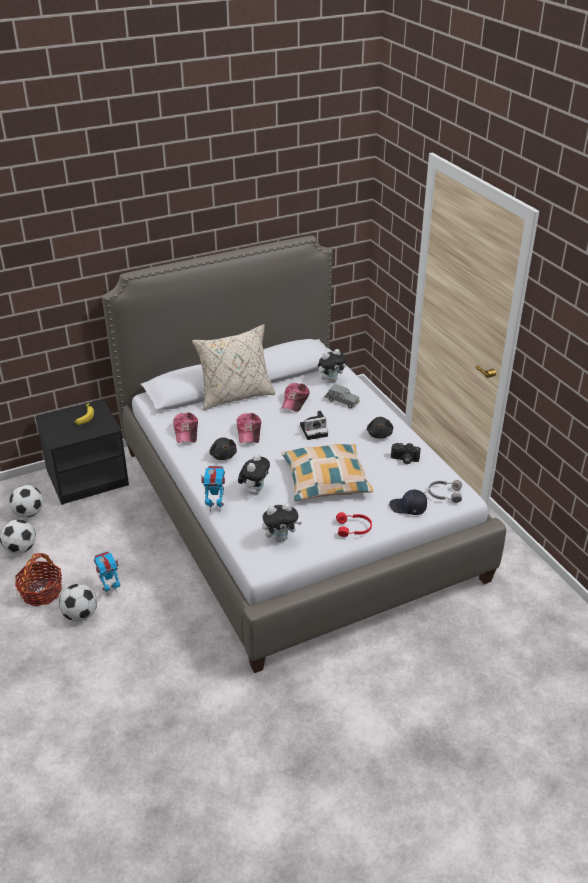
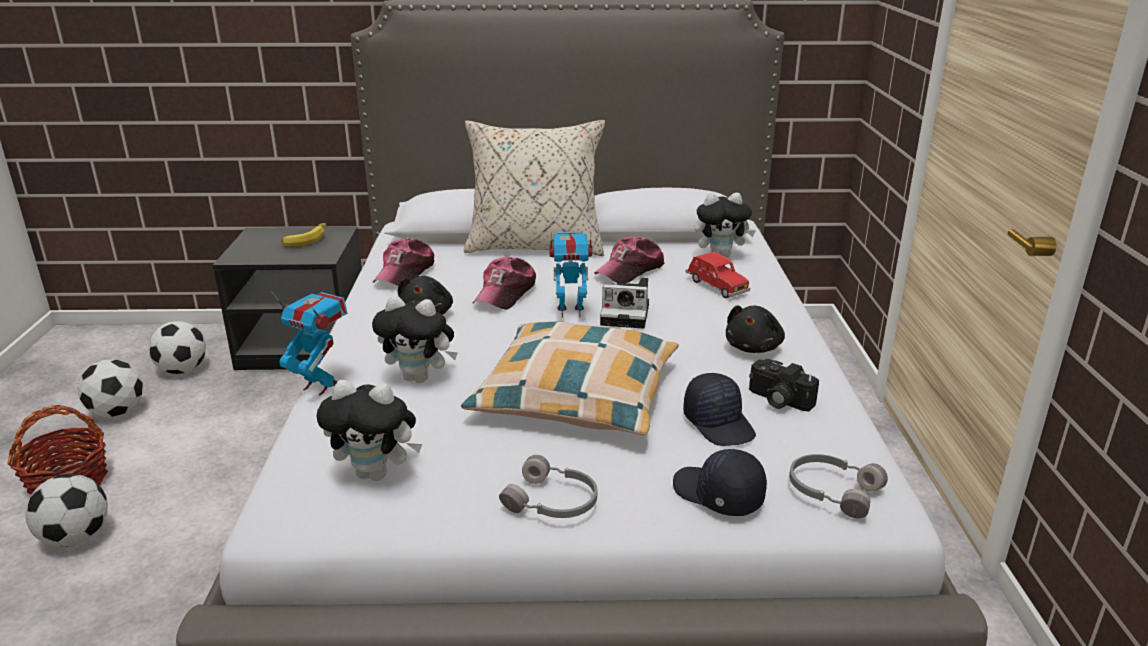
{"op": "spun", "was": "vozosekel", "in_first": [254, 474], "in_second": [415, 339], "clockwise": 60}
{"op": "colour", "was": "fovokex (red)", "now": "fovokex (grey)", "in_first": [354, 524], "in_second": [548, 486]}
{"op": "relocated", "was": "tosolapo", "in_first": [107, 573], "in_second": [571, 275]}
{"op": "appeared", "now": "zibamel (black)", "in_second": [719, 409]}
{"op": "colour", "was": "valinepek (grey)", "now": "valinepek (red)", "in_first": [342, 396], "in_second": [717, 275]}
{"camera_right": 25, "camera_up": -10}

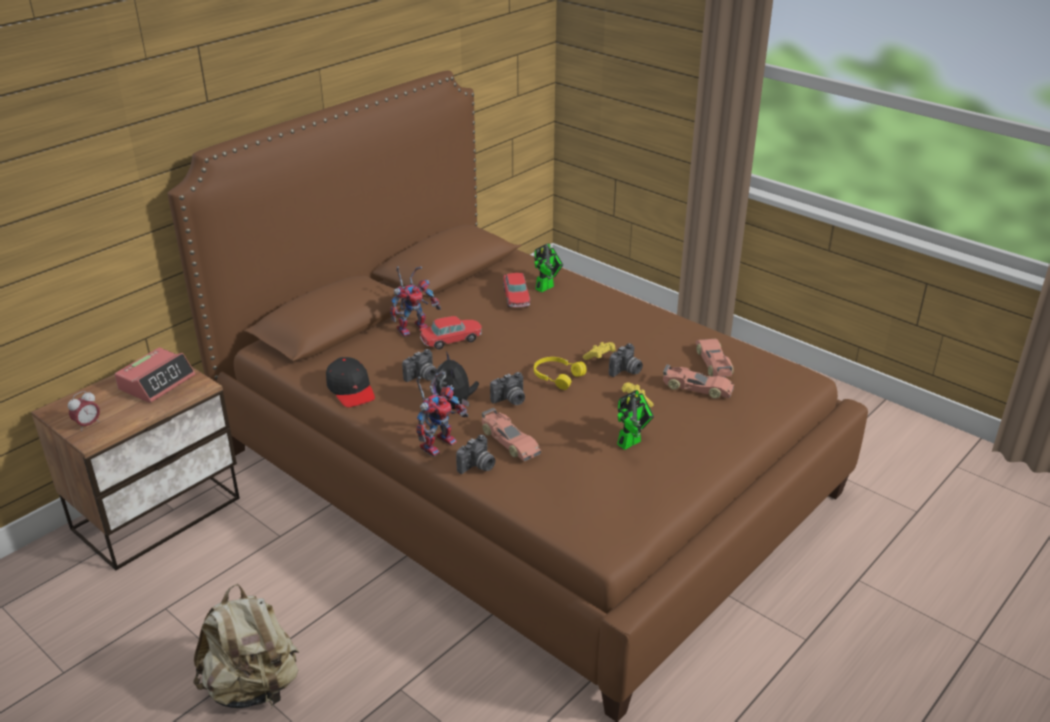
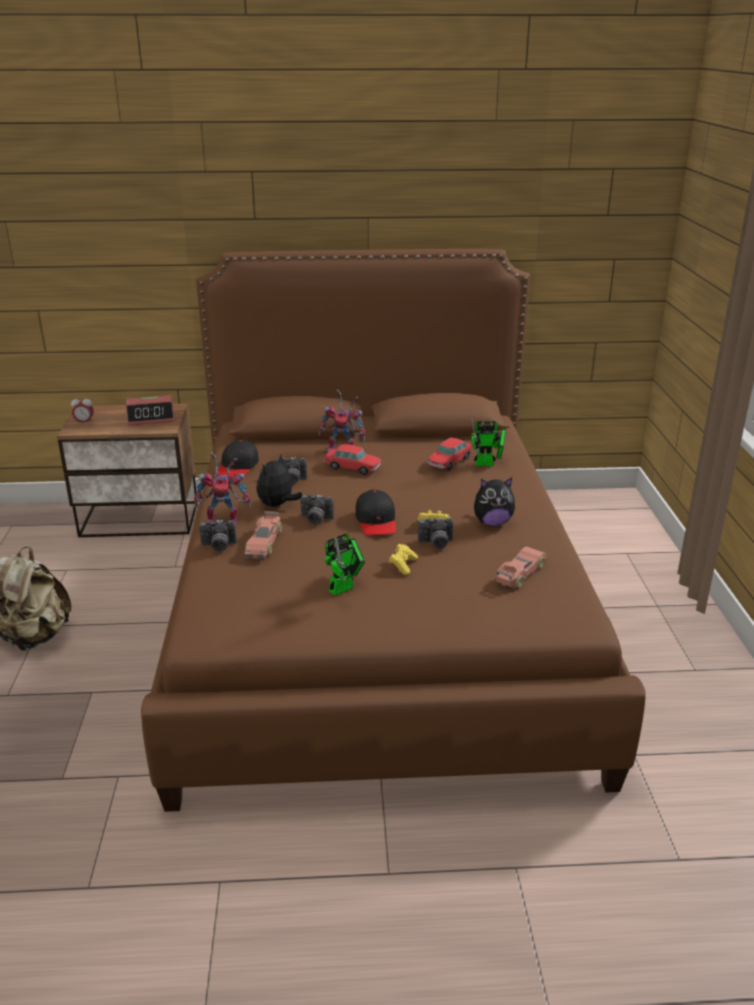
{"op": "spun", "was": "tosolapo", "in_first": [635, 420], "in_second": [345, 565], "clockwise": -45}
{"op": "exchanged", "was": "fovokex (yellow)", "now": "zibamel (black)", "in_first": [560, 373], "in_second": [375, 513]}
{"op": "appeared", "now": "vozosekel", "in_second": [494, 502]}
{"op": "missing", "was": "valinepek", "in_first": [698, 381]}
{"camera_right": 45, "camera_up": -5}

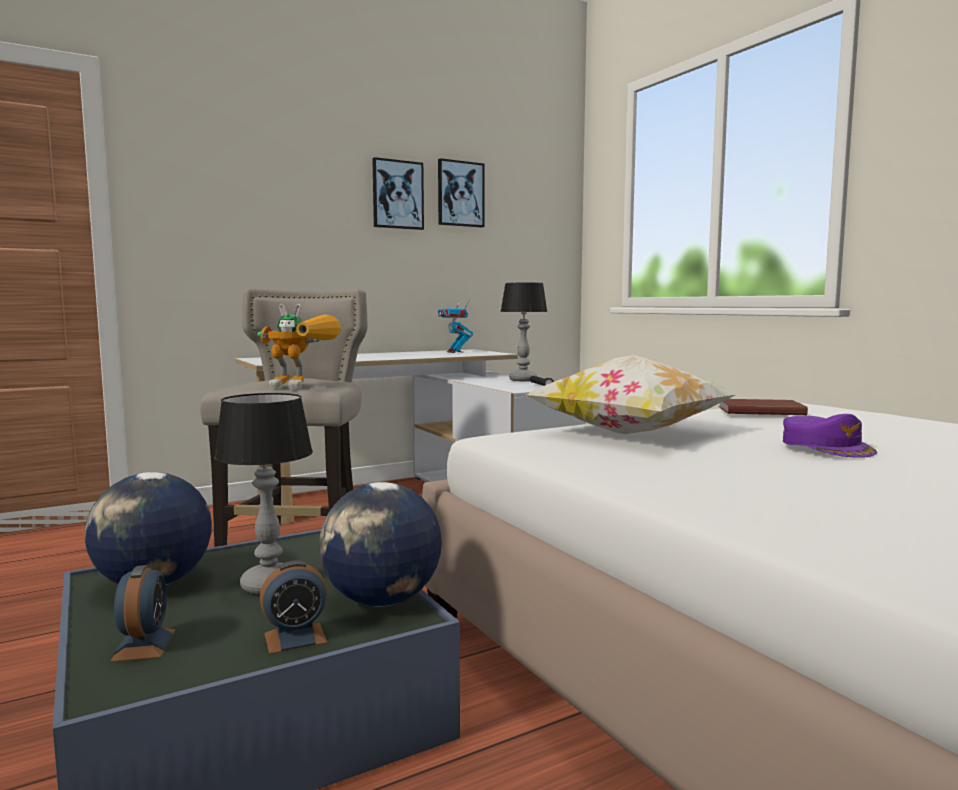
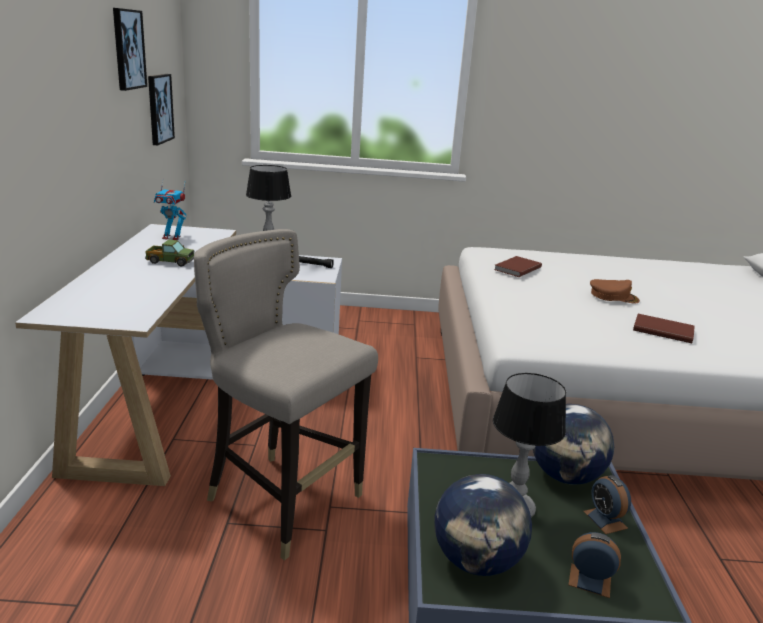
{"op": "appeared", "now": "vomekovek", "in_second": [169, 253]}
{"op": "relocated", "was": "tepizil", "in_first": [398, 193], "in_second": [161, 109]}
{"op": "spun", "was": "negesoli", "in_first": [294, 607], "in_second": [607, 504], "clockwise": 150}
{"op": "colour", "was": "zibamel (purple)", "now": "zibamel (brown)", "in_first": [830, 436], "in_second": [615, 291]}
{"op": "appeared", "now": "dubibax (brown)", "in_second": [664, 328]}
{"op": "missing", "was": "tosolapo", "in_first": [300, 346]}
{"op": "missing", "was": "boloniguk", "in_first": [632, 394]}
{"camera_right": -60, "camera_up": 15}

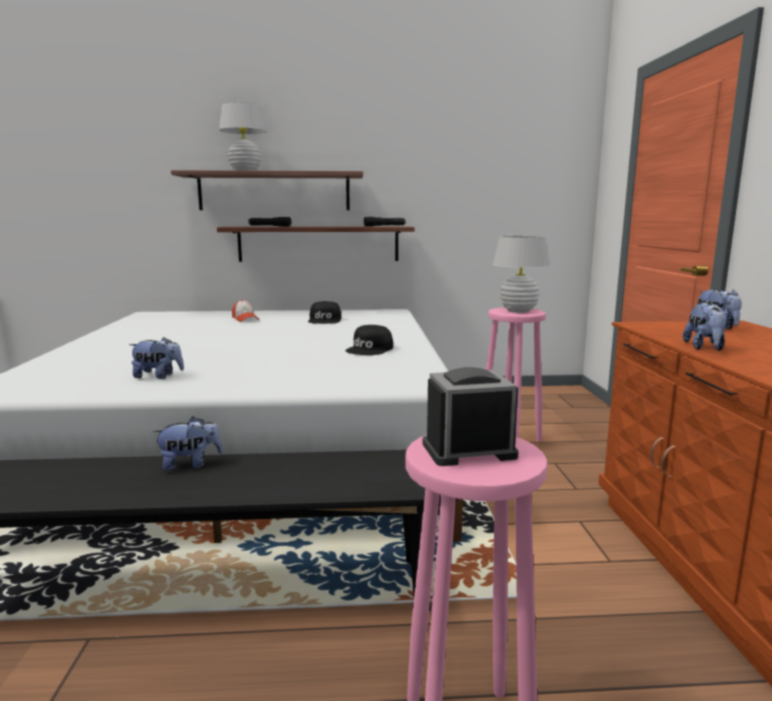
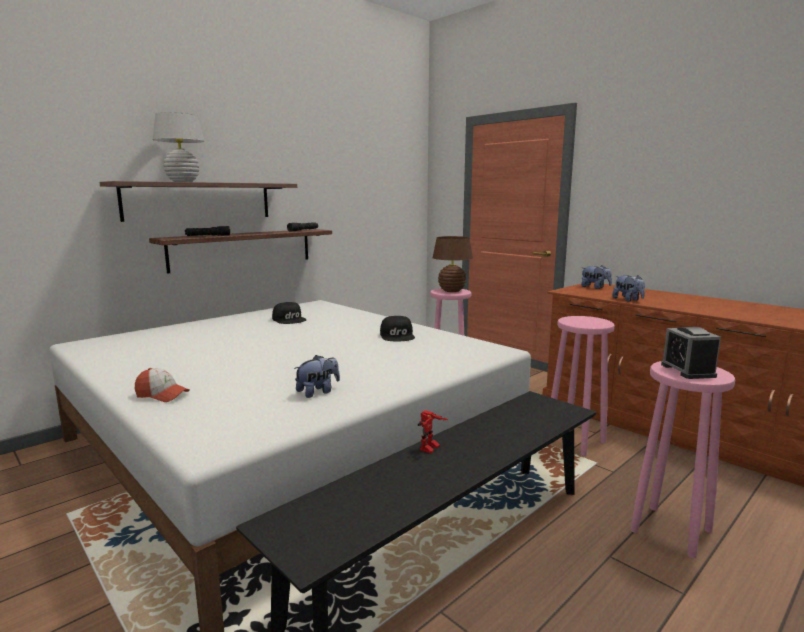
{"op": "relocated", "was": "zibamel", "in_first": [245, 311], "in_second": [162, 385]}
{"op": "exchanged", "was": "vozosekel", "now": "tosolapo", "in_first": [187, 443], "in_second": [433, 431]}
{"op": "colour", "was": "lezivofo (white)", "now": "lezivofo (brown)", "in_first": [521, 274], "in_second": [452, 264]}
{"op": "appeared", "now": "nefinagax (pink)", "in_second": [583, 386]}
{"op": "spun", "was": "negesoli", "in_first": [471, 416], "in_second": [691, 353], "clockwise": -45}
{"camera_right": -40, "camera_up": 0}

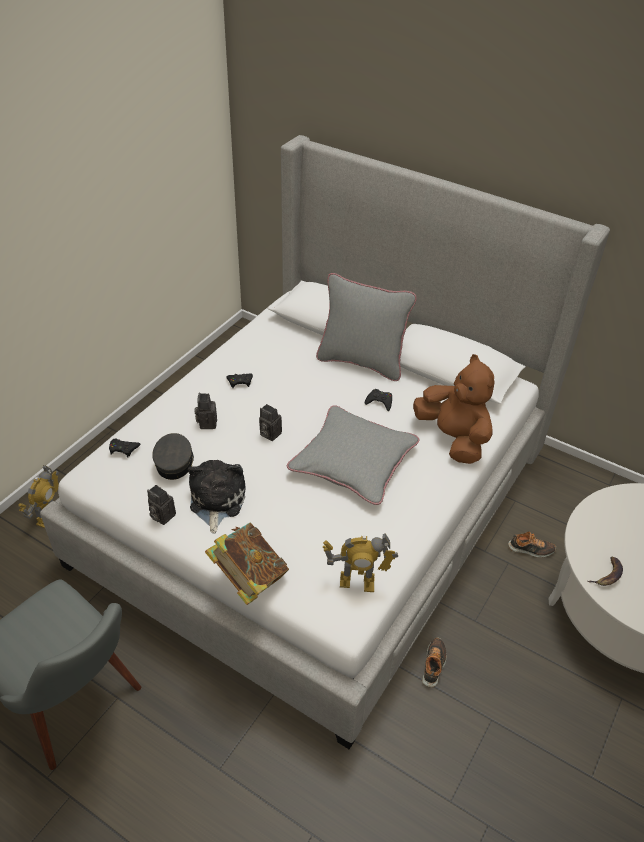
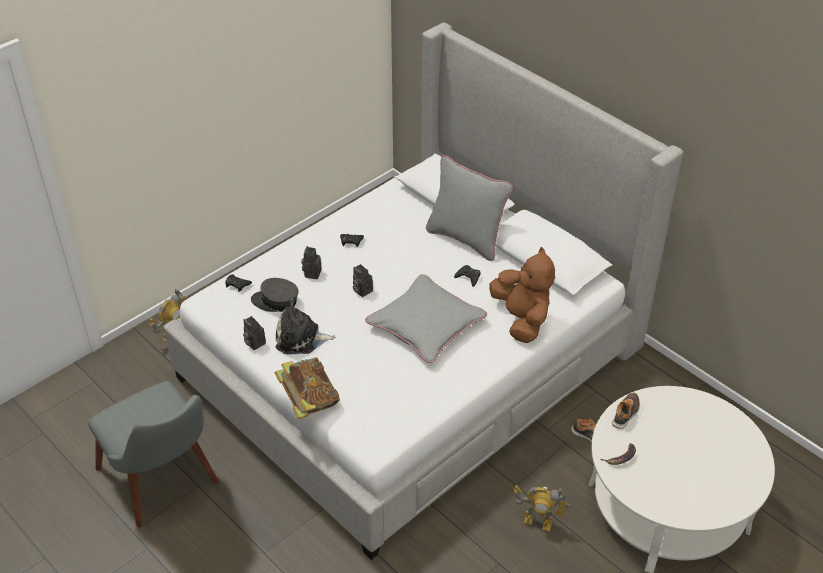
{"op": "spun", "was": "zibamel (grey)", "in_first": [173, 456], "in_second": [275, 295], "clockwise": -90}
{"op": "spun", "was": "vozosekel", "in_first": [216, 497], "in_second": [305, 326], "clockwise": -105}
{"op": "relocated", "was": "tosolapo", "in_first": [360, 562], "in_second": [542, 508]}
{"op": "relocated", "was": "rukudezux", "in_first": [434, 662], "in_second": [626, 410]}
{"camera_right": 15, "camera_up": 0}

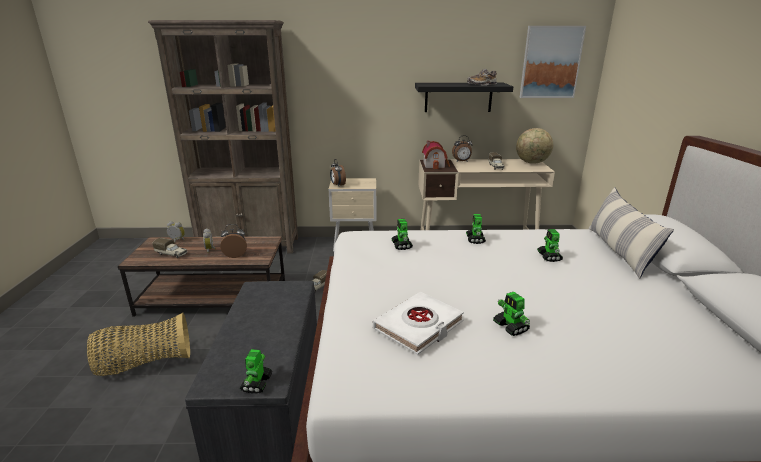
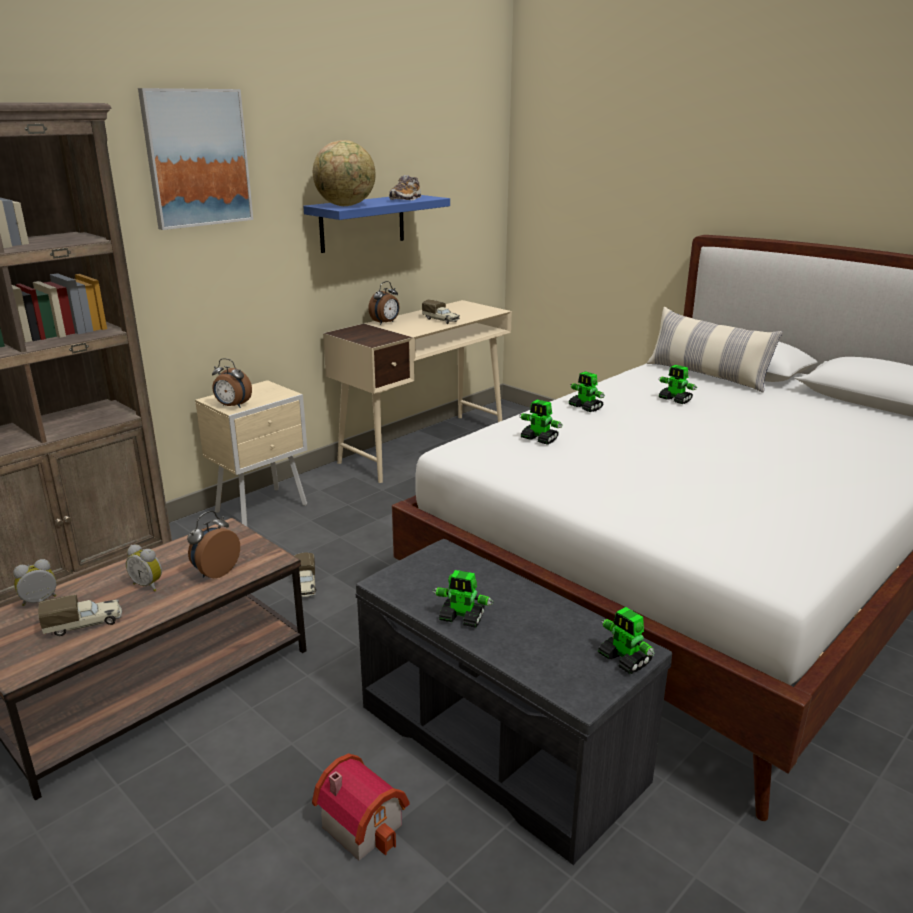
{"op": "relocated", "was": "tepizil", "in_first": [553, 62], "in_second": [195, 159]}
{"op": "colour", "was": "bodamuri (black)", "now": "bodamuri (blue)", "in_first": [464, 97], "in_second": [376, 224]}
{"op": "relocated", "was": "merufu", "in_first": [436, 155], "in_second": [361, 806]}
{"op": "relocated", "was": "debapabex", "in_first": [534, 146], "in_second": [344, 173]}
{"op": "relocated", "was": "tosolapo", "in_first": [511, 314], "in_second": [463, 599]}
{"op": "missing", "was": "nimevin", "in_first": [138, 344]}
{"op": "missing", "was": "dubibax (white)", "in_first": [418, 323]}
{"camera_right": -45, "camera_up": 0}

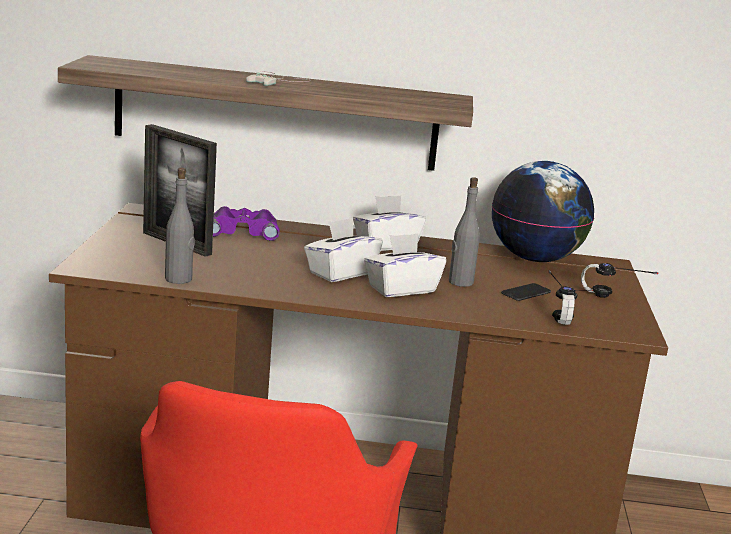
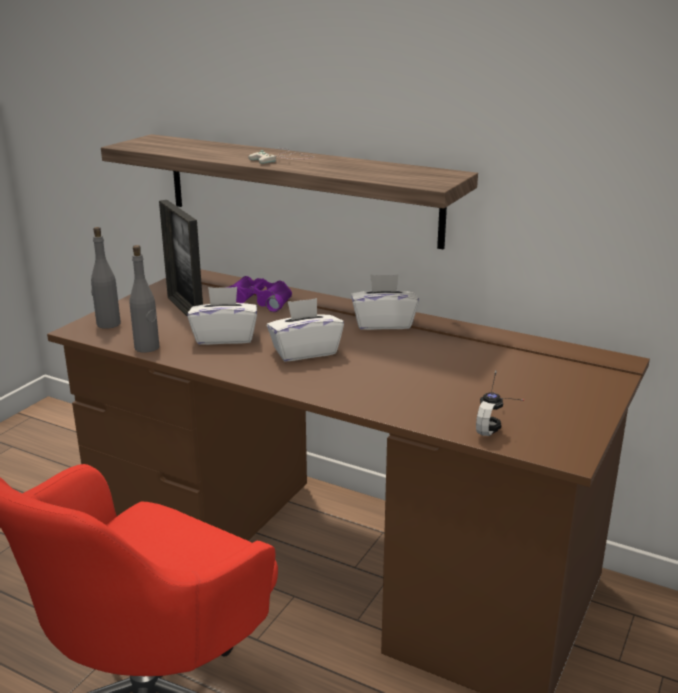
{"op": "relocated", "was": "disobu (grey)", "in_first": [464, 232], "in_second": [106, 278]}
{"op": "relocated", "was": "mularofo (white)", "in_first": [405, 265], "in_second": [222, 316]}
{"op": "missing", "was": "debapabex", "in_first": [543, 211]}
{"op": "missing", "was": "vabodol", "in_first": [526, 292]}
{"op": "missing", "was": "fovokex", "in_first": [620, 280]}
{"camera_right": 25, "camera_up": 5}

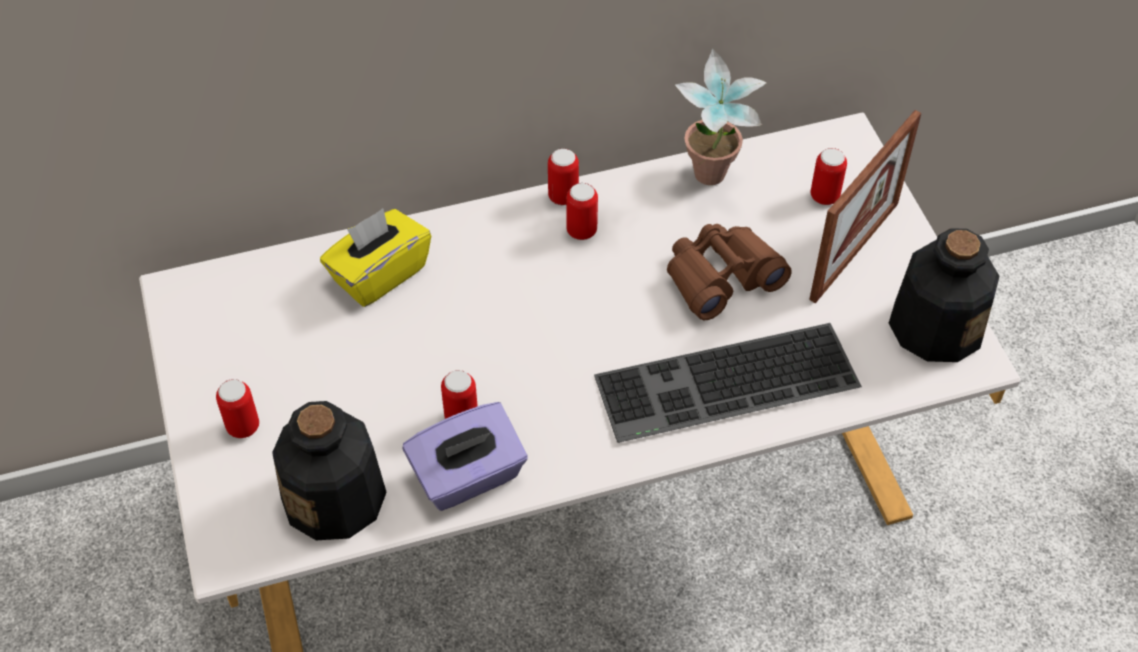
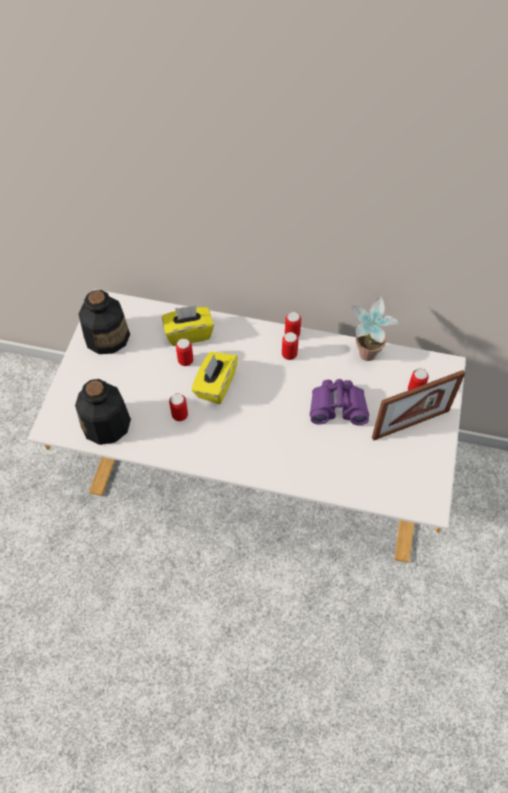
{"op": "relocated", "was": "disobu", "in_first": [944, 295], "in_second": [104, 322]}
{"op": "relocated", "was": "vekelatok", "in_first": [237, 408], "in_second": [184, 352]}
{"op": "appeared", "now": "mularofo (yellow)", "in_second": [215, 378]}
{"op": "colour", "was": "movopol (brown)", "now": "movopol (purple)", "in_first": [729, 272], "in_second": [339, 402]}
{"op": "missing", "was": "mularofo (purple)", "in_first": [465, 456]}
{"op": "missing", "was": "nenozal", "in_first": [728, 383]}
{"camera_right": 30, "camera_up": 5}

